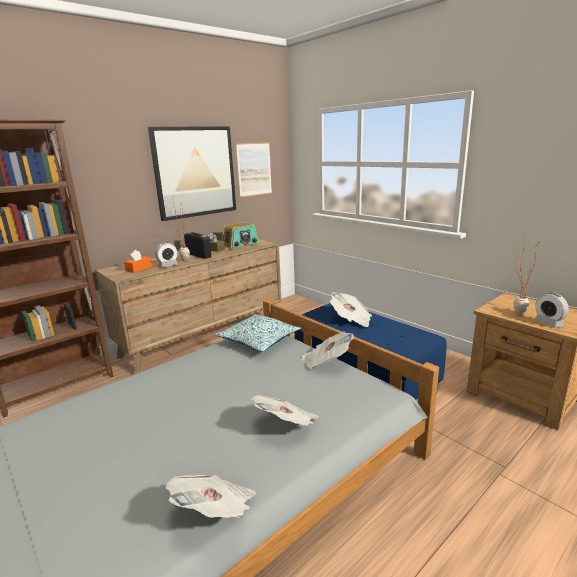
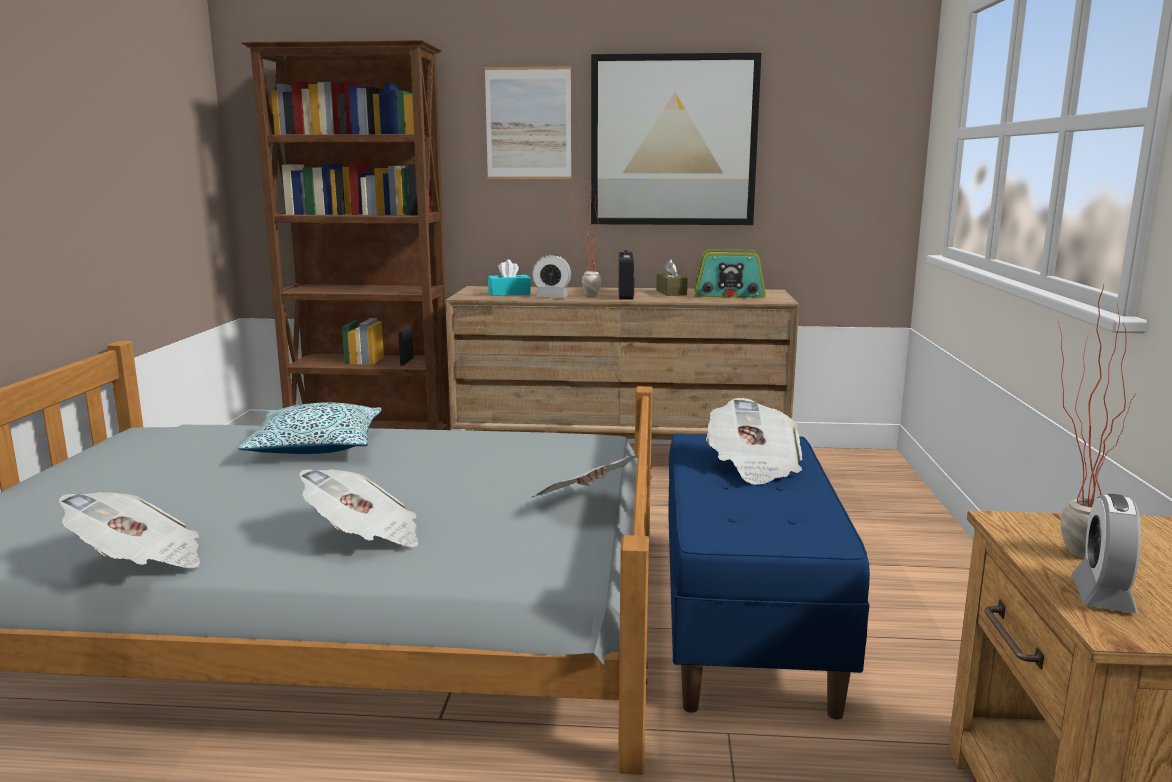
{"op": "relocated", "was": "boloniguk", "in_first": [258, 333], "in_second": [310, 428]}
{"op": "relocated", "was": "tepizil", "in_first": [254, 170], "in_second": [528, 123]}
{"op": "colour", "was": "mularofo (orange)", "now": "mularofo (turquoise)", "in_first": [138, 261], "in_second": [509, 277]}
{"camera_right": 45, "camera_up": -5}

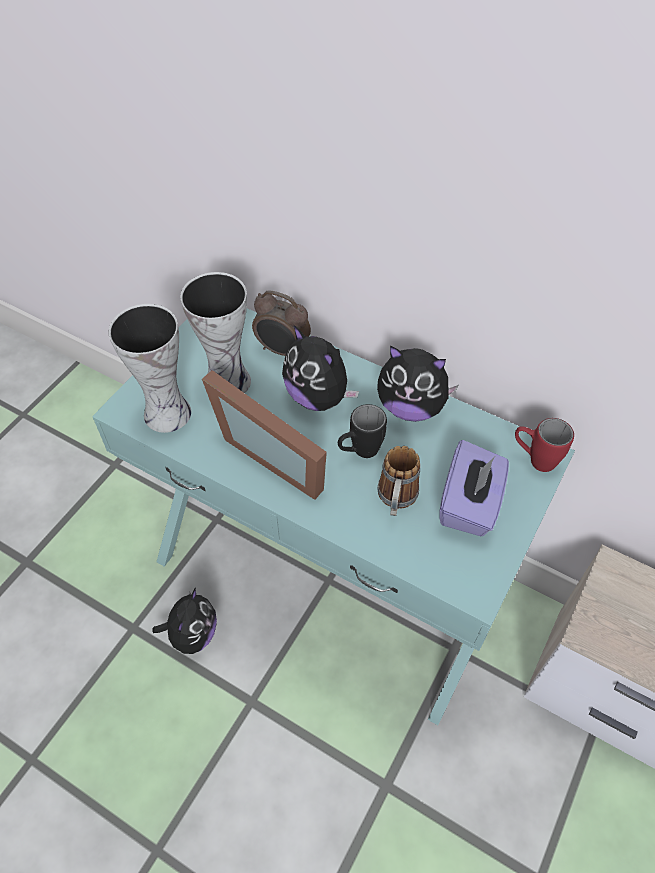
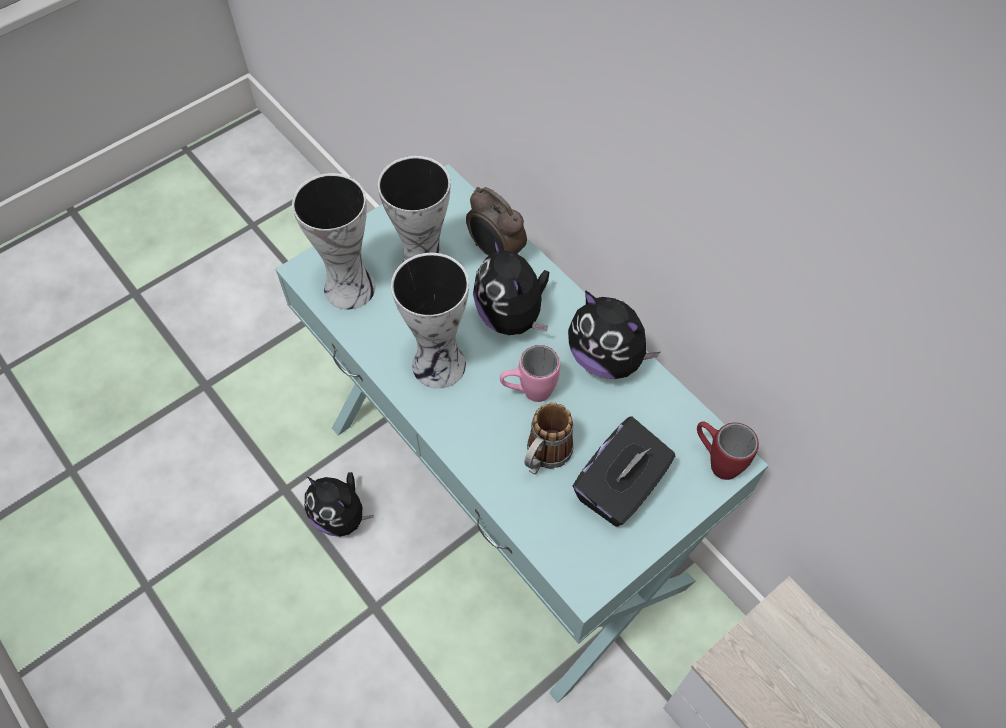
{"op": "spun", "was": "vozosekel", "in_first": [184, 621], "in_second": [339, 504], "clockwise": 90}
{"op": "exchanged", "was": "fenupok", "now": "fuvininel", "in_first": [264, 435], "in_second": [430, 321]}
{"op": "colour", "was": "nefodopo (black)", "now": "nefodopo (pink)", "in_first": [362, 431], "in_second": [530, 373]}
{"op": "colour", "was": "mularofo (purple)", "now": "mularofo (black)", "in_first": [474, 488], "in_second": [624, 472]}
{"camera_right": 20, "camera_up": 5}

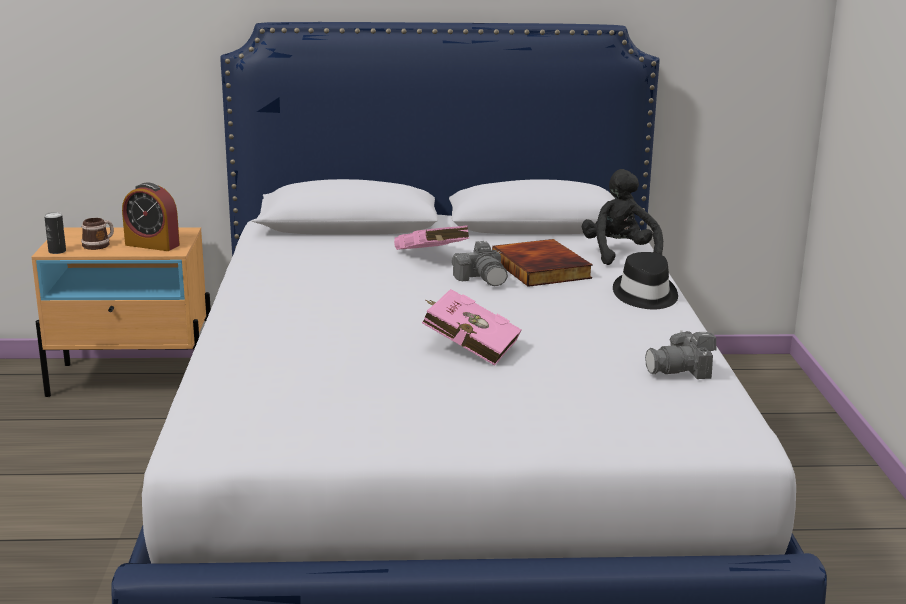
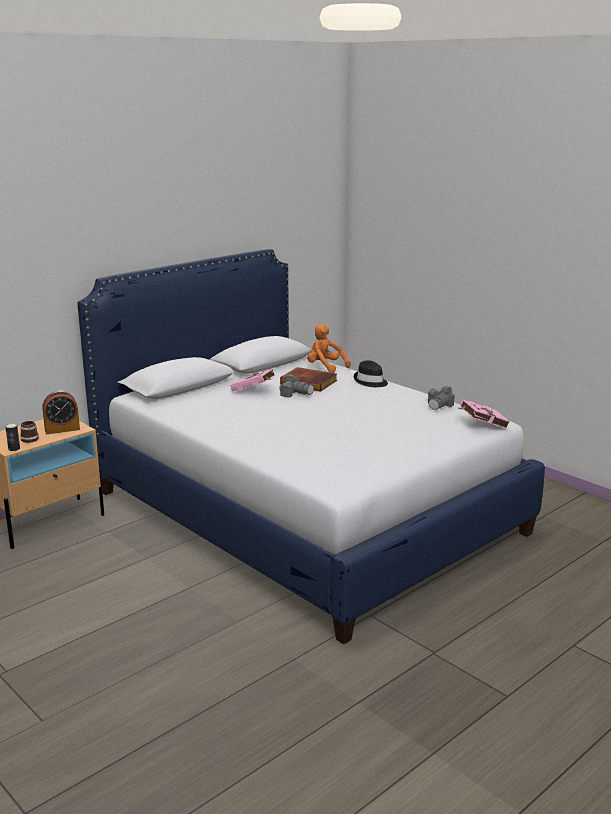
{"op": "colour", "was": "vozosekel (black)", "now": "vozosekel (orange)", "in_first": [622, 217], "in_second": [329, 348]}
{"op": "relocated", "was": "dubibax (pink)", "in_first": [472, 327], "in_second": [484, 414]}
{"camera_right": -40, "camera_up": 0}

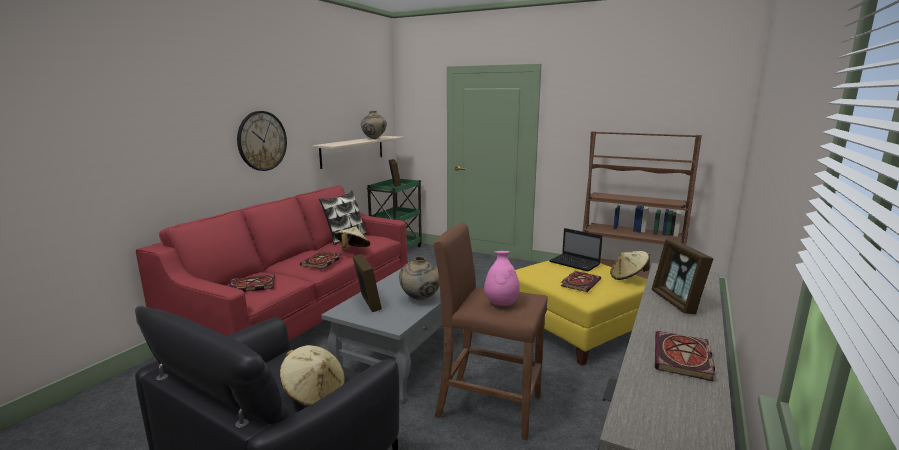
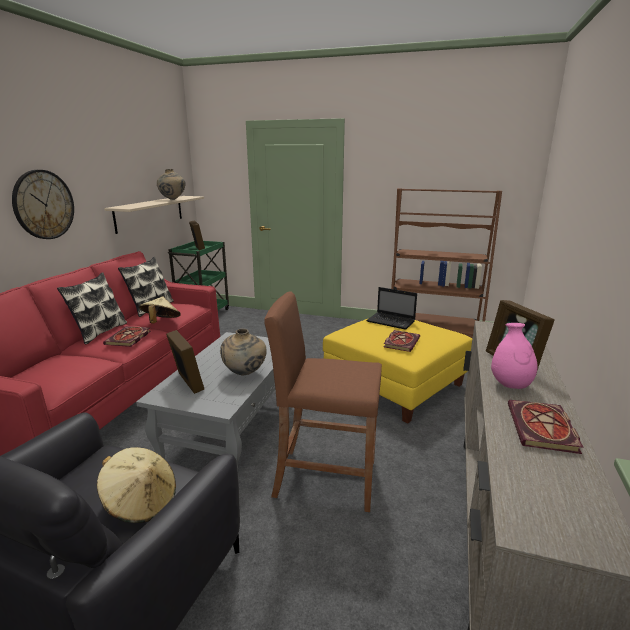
{"op": "appeared", "now": "boloniguk", "in_second": [92, 308]}
{"op": "relocated", "was": "fuvininel (pink)", "in_first": [502, 278], "in_second": [514, 356]}
{"op": "missing", "was": "dubibax", "in_first": [252, 283]}
{"op": "missing", "was": "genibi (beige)", "in_first": [630, 265]}
{"camera_right": -10, "camera_up": 5}

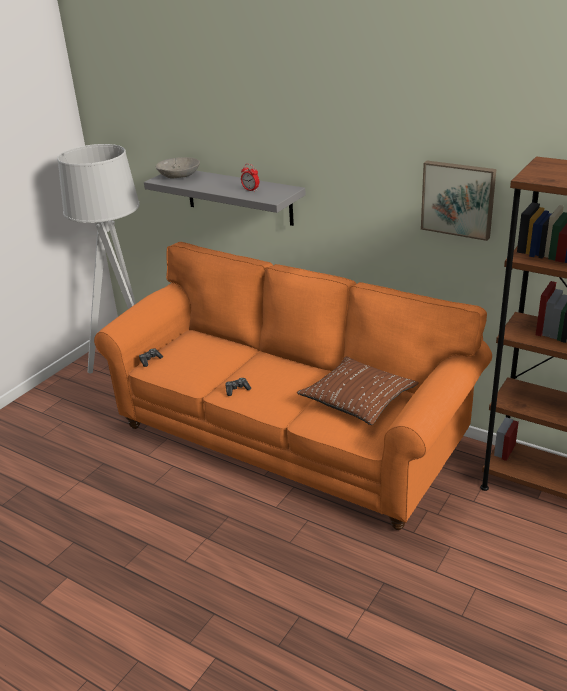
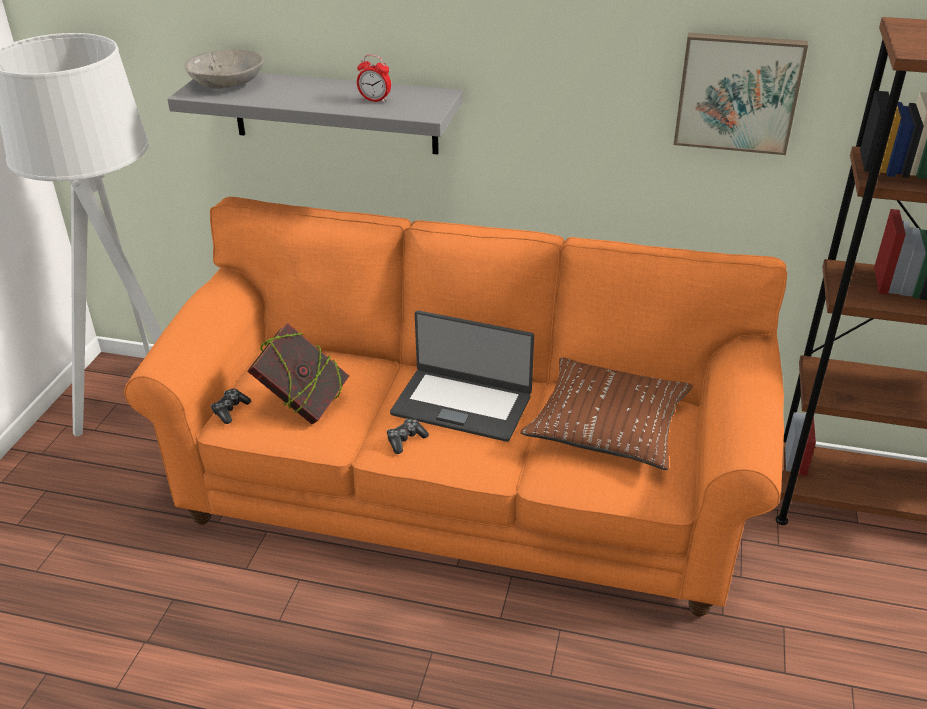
{"op": "appeared", "now": "dubibax", "in_second": [298, 373]}
{"op": "appeared", "now": "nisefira", "in_second": [462, 376]}
{"camera_right": -20, "camera_up": 5}

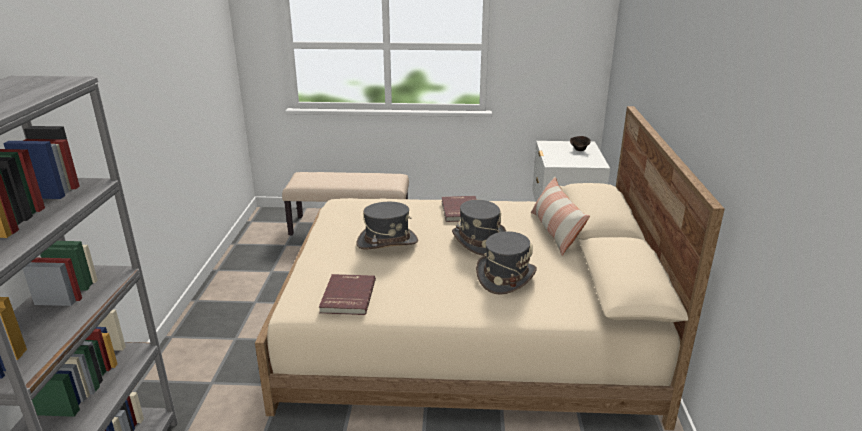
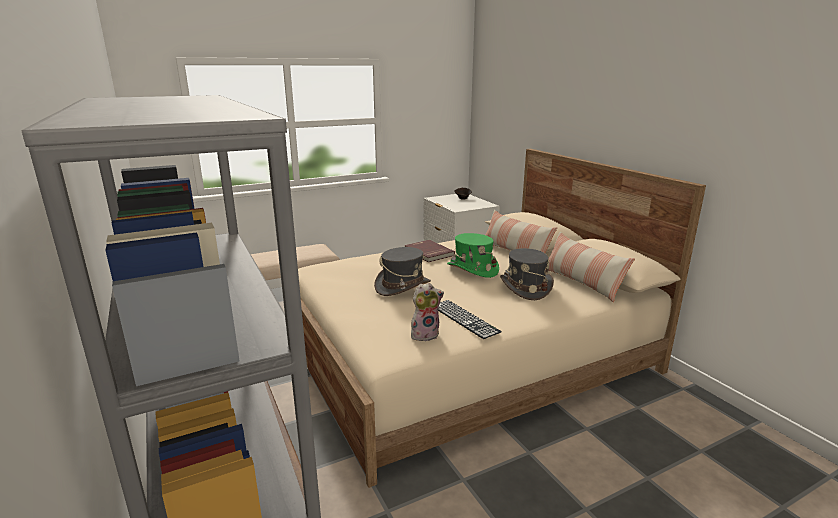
{"op": "exchanged", "was": "dubibax (red)", "now": "vozosekel", "in_first": [347, 294], "in_second": [427, 312]}
{"op": "appeared", "now": "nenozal", "in_second": [470, 319]}
{"op": "colour", "was": "genibi (grey)", "now": "genibi (green)", "in_first": [479, 228], "in_second": [473, 255]}
{"op": "appeared", "now": "boloniguk", "in_second": [591, 267]}
{"camera_right": -30, "camera_up": -5}

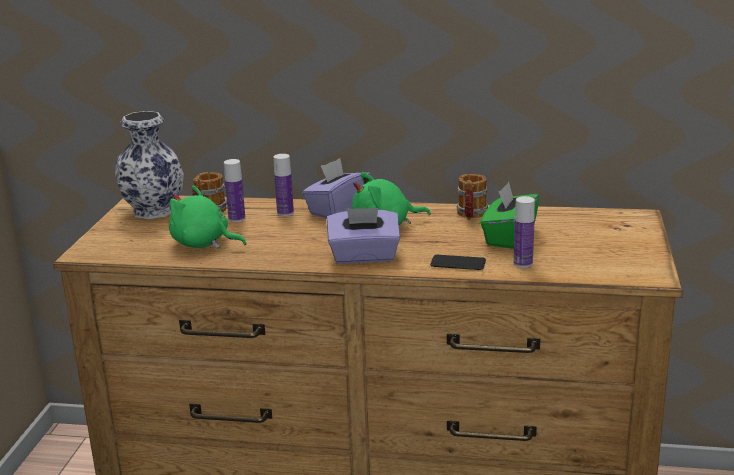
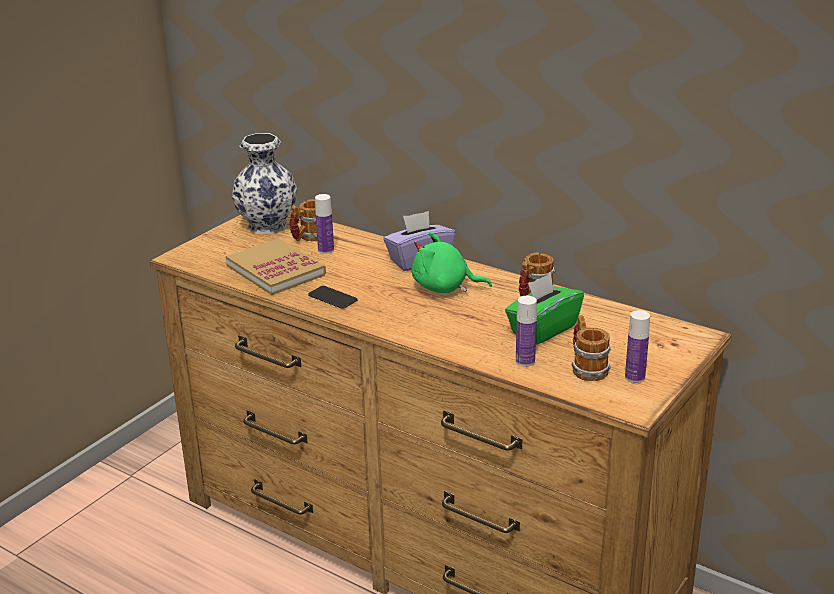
{"op": "exchanged", "was": "vozosekel (green)", "now": "dubibax", "in_first": [207, 217], "in_second": [276, 267]}
{"op": "relocated", "was": "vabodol", "in_first": [458, 262], "in_second": [333, 297]}
{"op": "appeared", "now": "nefodopo", "in_second": [591, 348]}
{"op": "relocated", "was": "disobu", "in_first": [283, 185], "in_second": [637, 346]}
{"op": "missing", "was": "mularofo (purple)", "in_first": [363, 236]}
{"camera_right": 25, "camera_up": 5}

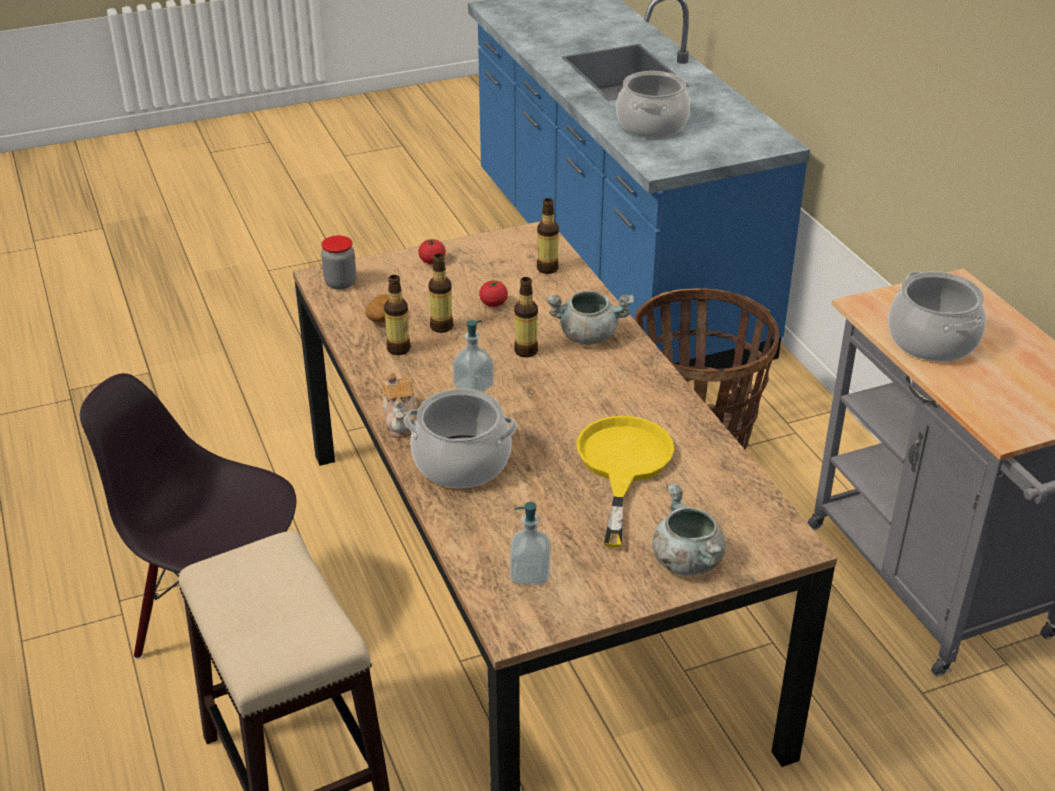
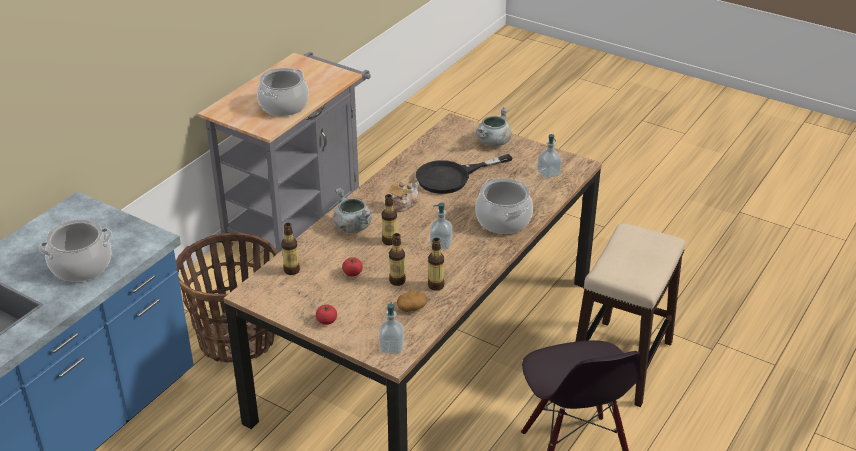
{"op": "exchanged", "was": "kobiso", "now": "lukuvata", "in_first": [338, 262], "in_second": [391, 327]}
{"op": "relocated", "was": "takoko", "in_first": [400, 405], "in_second": [404, 197]}
{"op": "colour", "was": "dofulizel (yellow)", "now": "dofulizel (black)", "in_first": [625, 482], "in_second": [464, 174]}
{"camera_right": -125, "camera_up": 0}

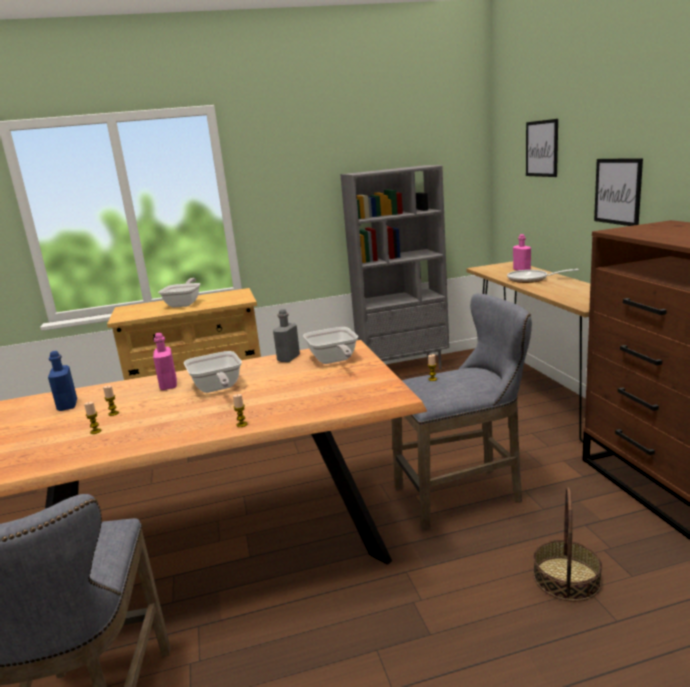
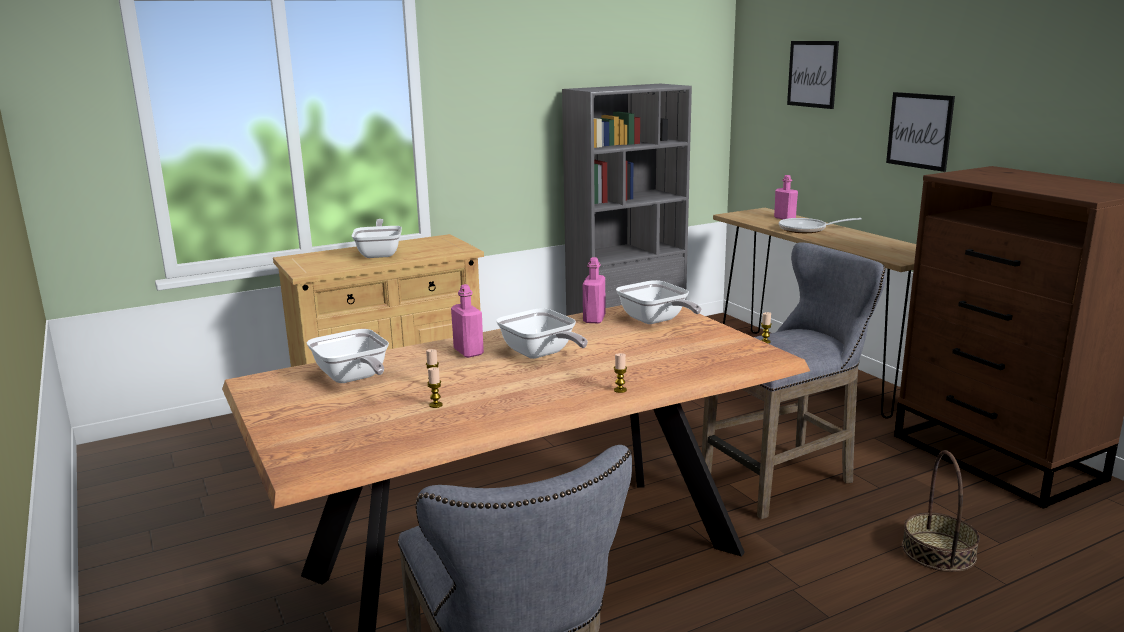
{"op": "exchanged", "was": "disobu (blue)", "now": "dofulizel", "in_first": [62, 381], "in_second": [348, 356]}
{"op": "colour", "was": "disobu (grey)", "now": "disobu (pink)", "in_first": [286, 335], "in_second": [594, 290]}
{"camera_right": -15, "camera_up": 0}

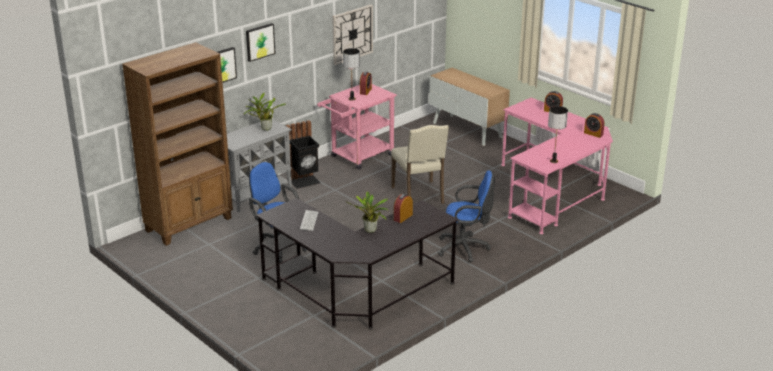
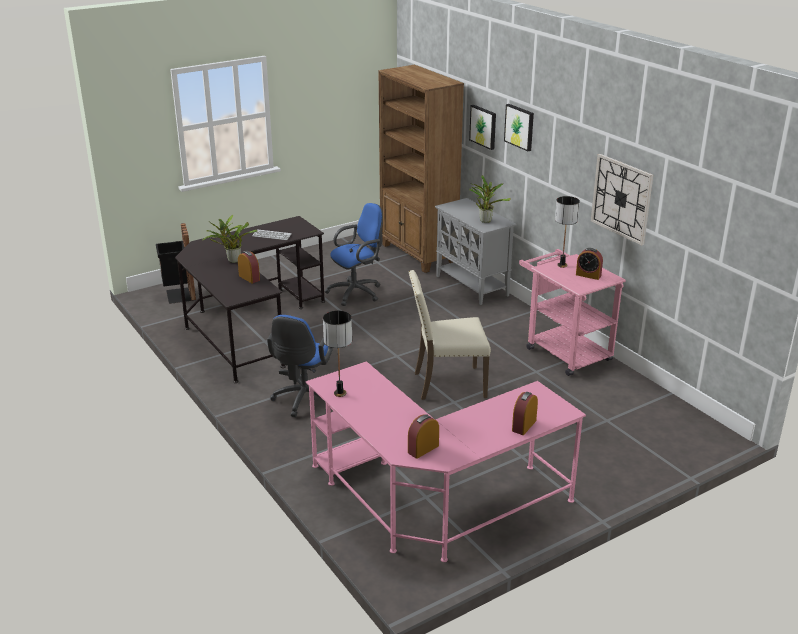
{"op": "relocated", "was": "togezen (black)", "in_first": [302, 154], "in_second": [176, 263]}
{"op": "missing", "was": "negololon", "in_first": [469, 107]}
{"camera_right": 100, "camera_up": 0}

